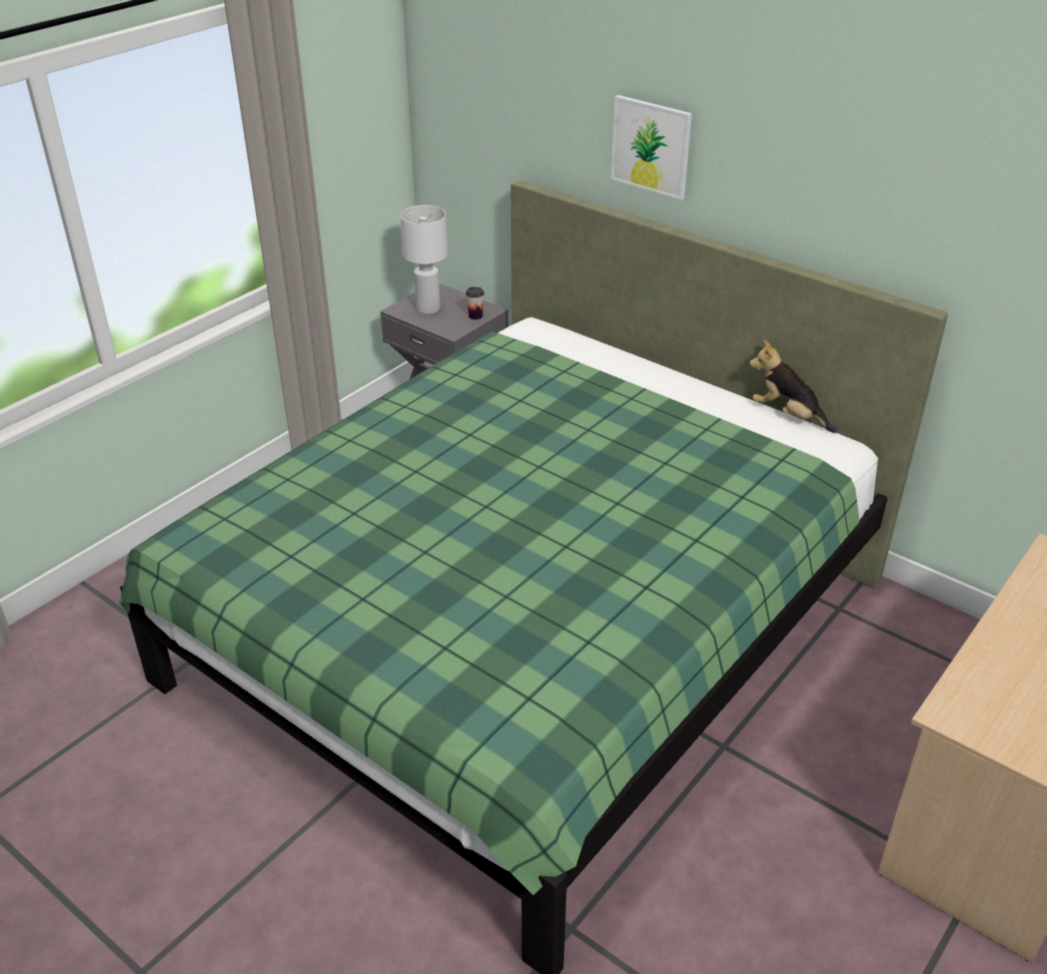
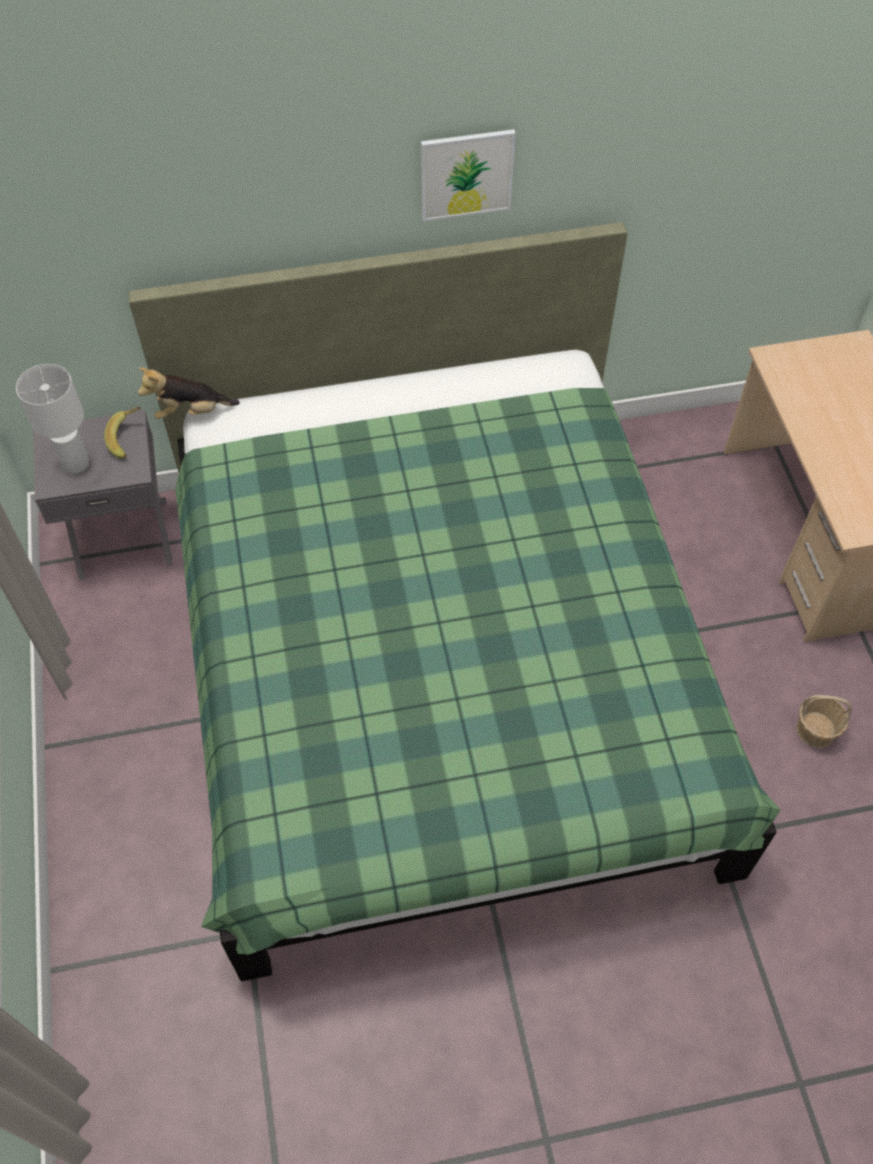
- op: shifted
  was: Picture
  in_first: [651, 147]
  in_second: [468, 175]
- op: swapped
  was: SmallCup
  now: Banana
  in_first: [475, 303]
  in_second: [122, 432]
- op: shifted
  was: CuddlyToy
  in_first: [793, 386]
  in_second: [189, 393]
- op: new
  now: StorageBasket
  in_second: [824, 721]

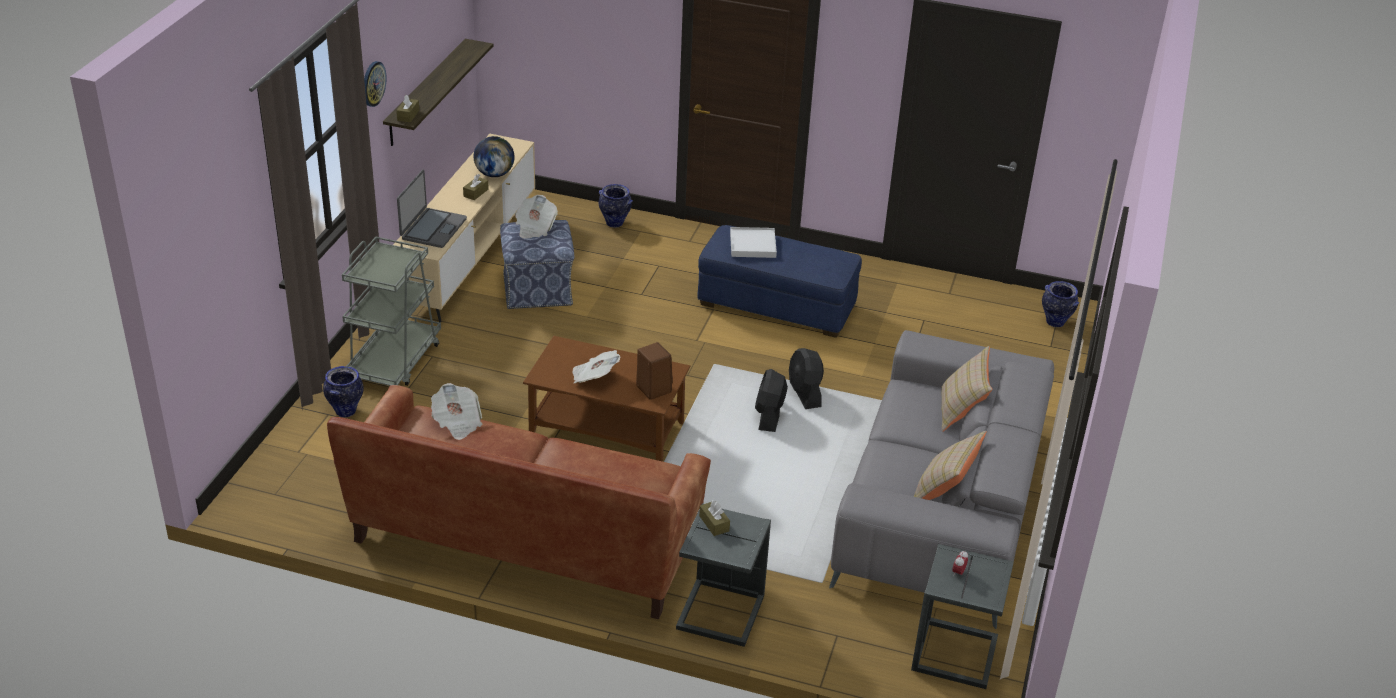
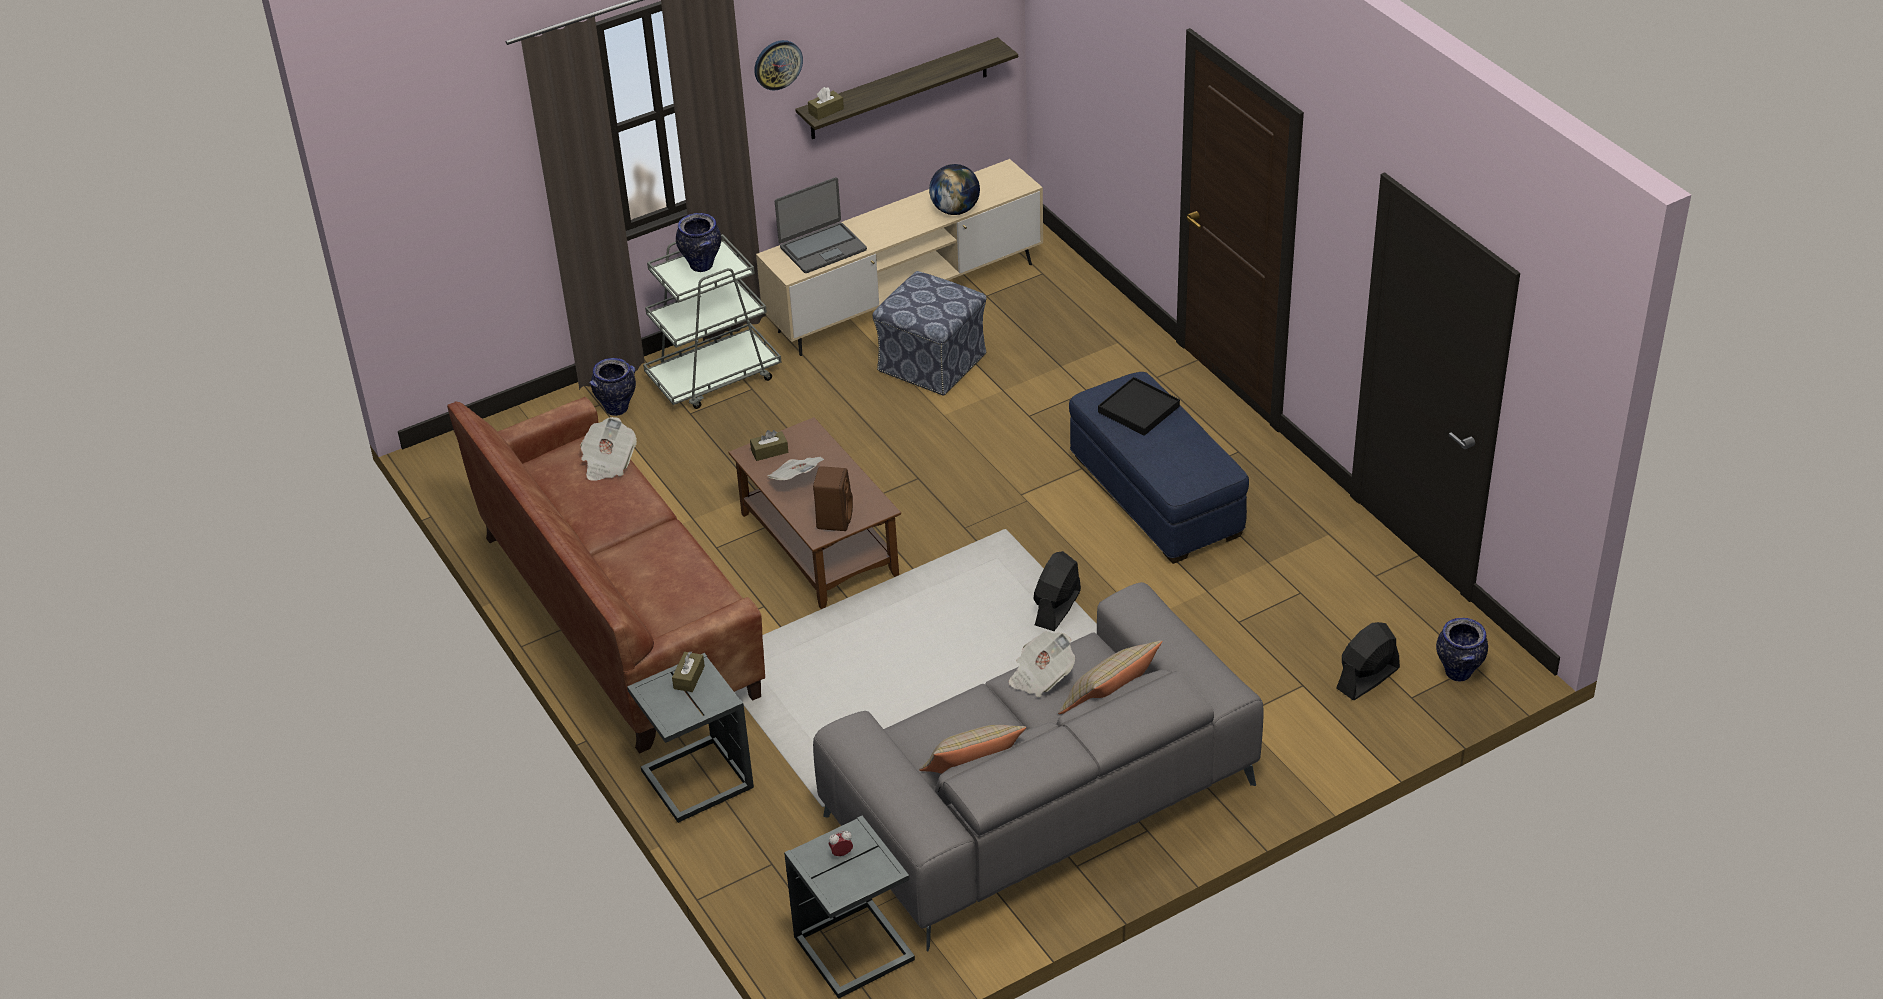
- op: shifted
  was: BrownColouredTissueHolder
  in_first: [476, 187]
  in_second: [769, 445]
- op: shifted
  was: FlowerVase
  in_first: [616, 206]
  in_second: [698, 242]
- op: shifted
  was: DailyPaper
  in_first: [536, 217]
  in_second: [1042, 664]
- op: repainted
  was: WhiteColouredTray
  now: BlackishTray
  in_first: [753, 242]
  in_second: [1139, 406]
- op: shifted
  was: BlackishCoolingFan
  in_first: [771, 400]
  in_second: [1368, 661]

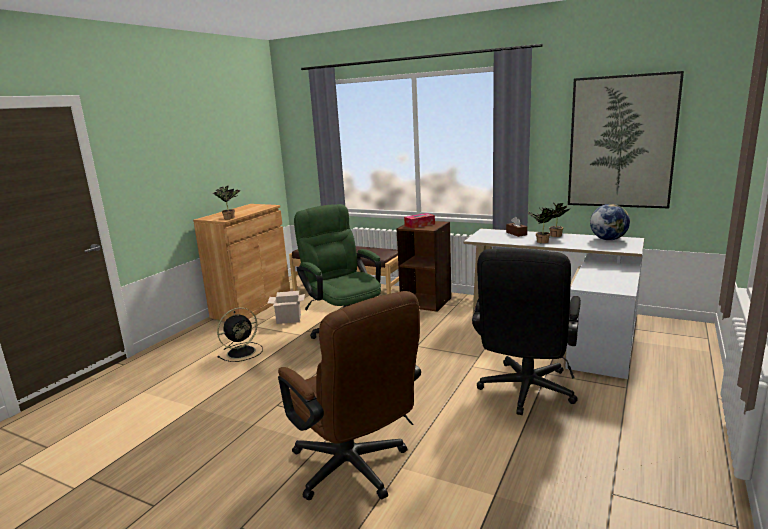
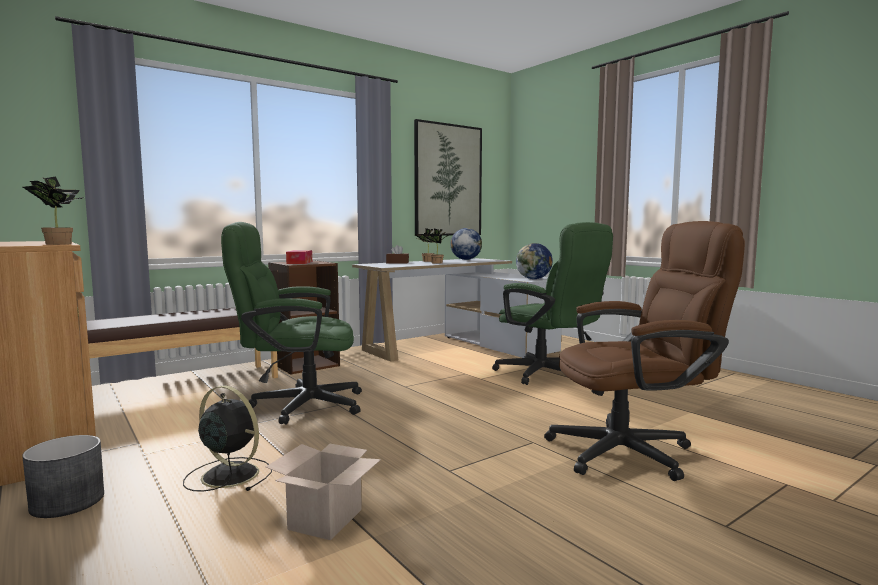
- op: repainted
  was: BlackishDeskChair
  now: GreenColouredDeskChair
  in_first: [526, 331]
  in_second: [552, 303]
- op: shifted
  was: CardboardBox
  in_first: [286, 307]
  in_second: [323, 492]
- op: rotated
  was: BlackishCoolingFan
  in_first: [240, 334]
  in_second: [227, 438]
  clockwise: -45
- op: new
  now: Globe
  in_second: [534, 261]
- op: new
  now: GreyPlanter
  in_second: [63, 476]

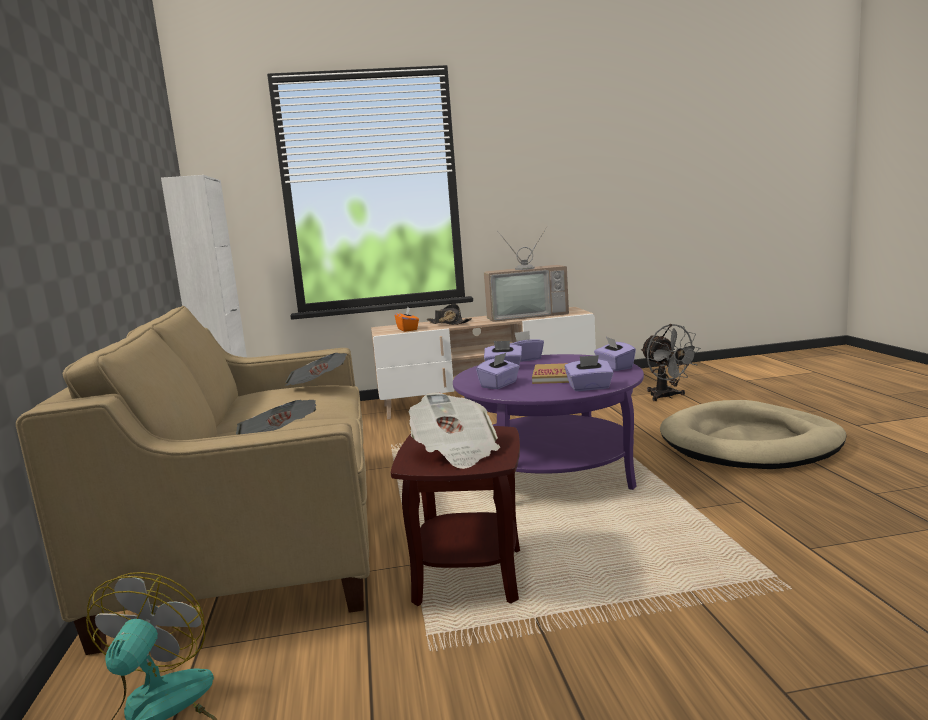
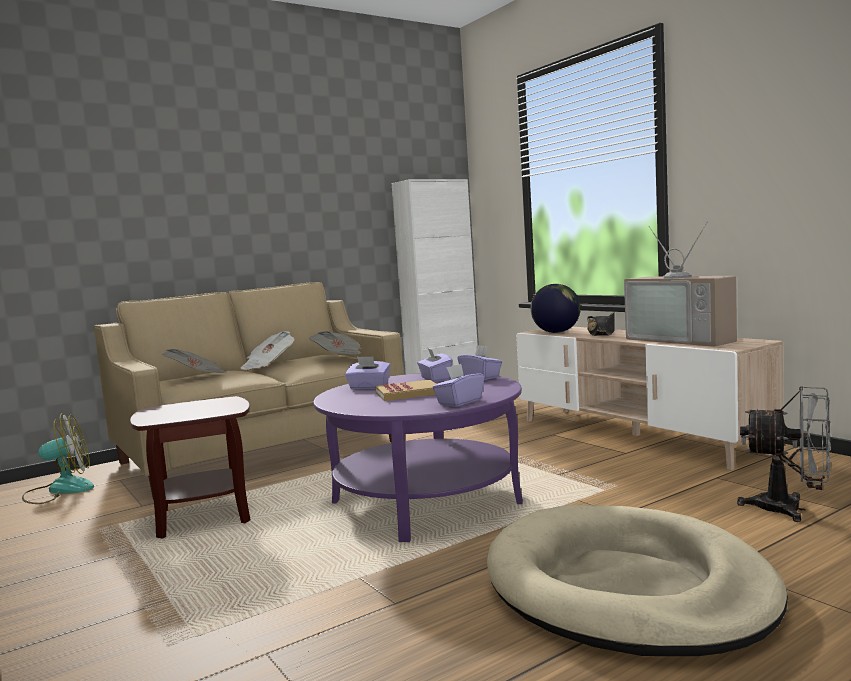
- op: swapped
  was: OrangeTissueHolder
  now: Globe
  in_first: [407, 319]
  in_second: [556, 308]
- op: rotated
  was: GreyCoolingFan
  in_first: [671, 362]
  in_second: [784, 454]
  clockwise: -105
- op: gone
  was: PurpleColouredTissueHolder
  in_first: [589, 373]
- op: shifted
  was: DailyPaper
  in_first: [454, 430]
  in_second: [268, 350]

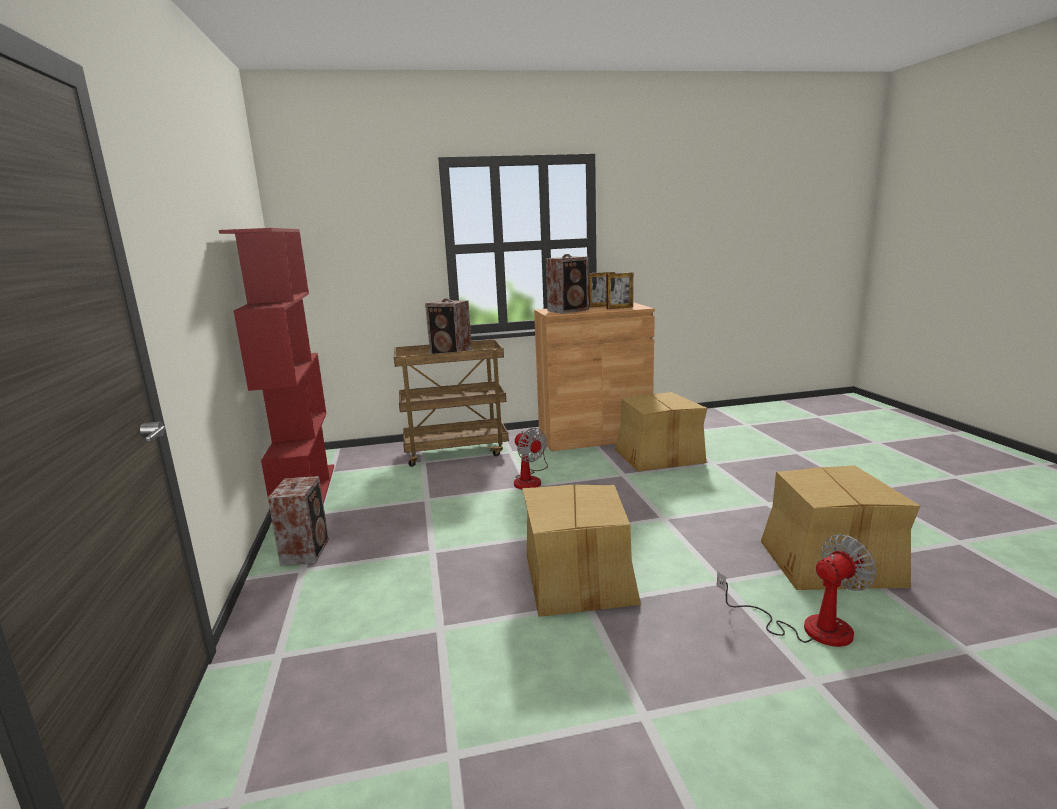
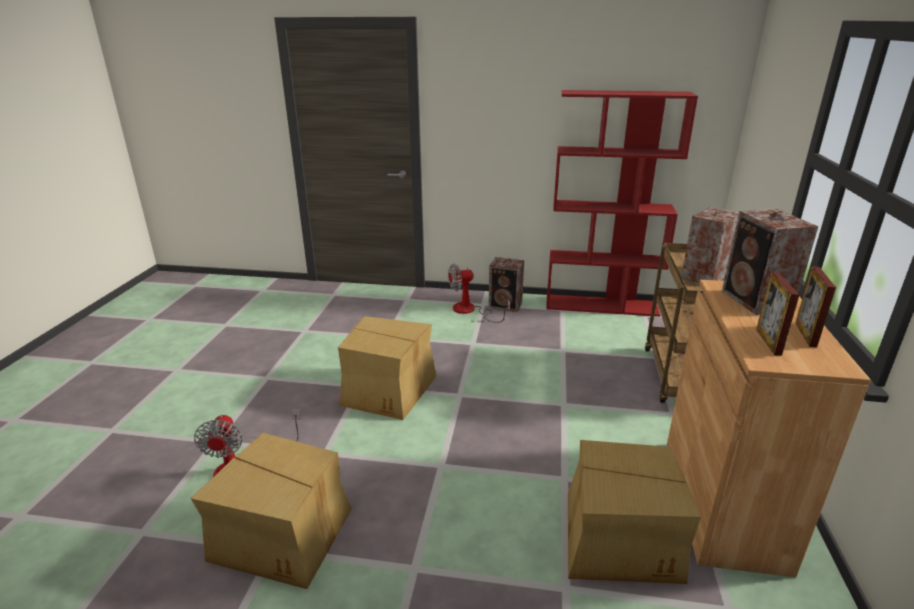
- op: shifted
  was: CoolingFan
  in_first: [531, 459]
  in_second: [479, 293]

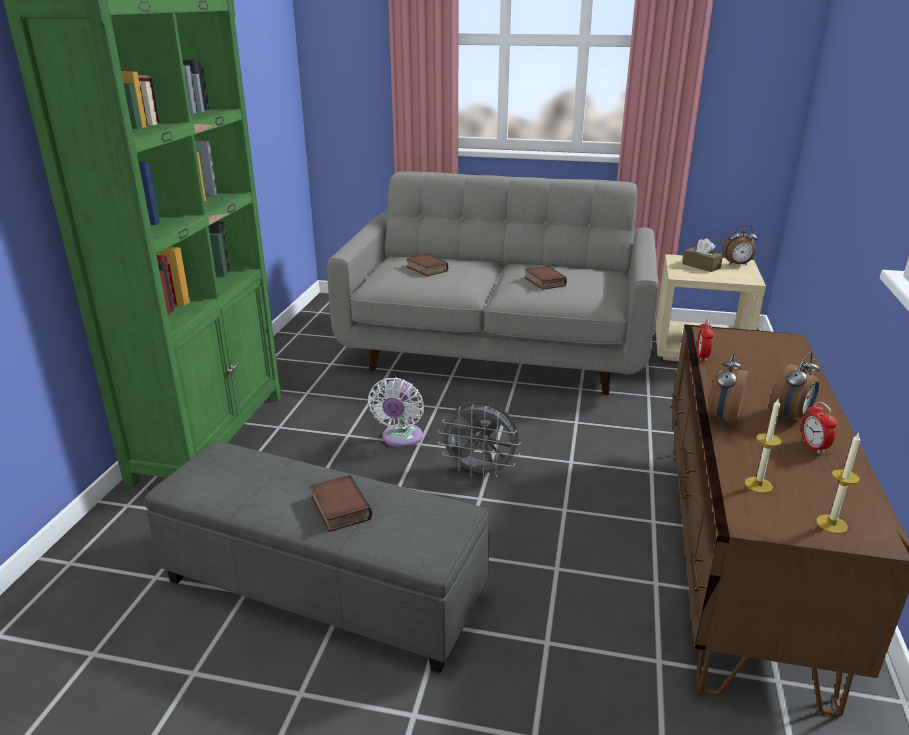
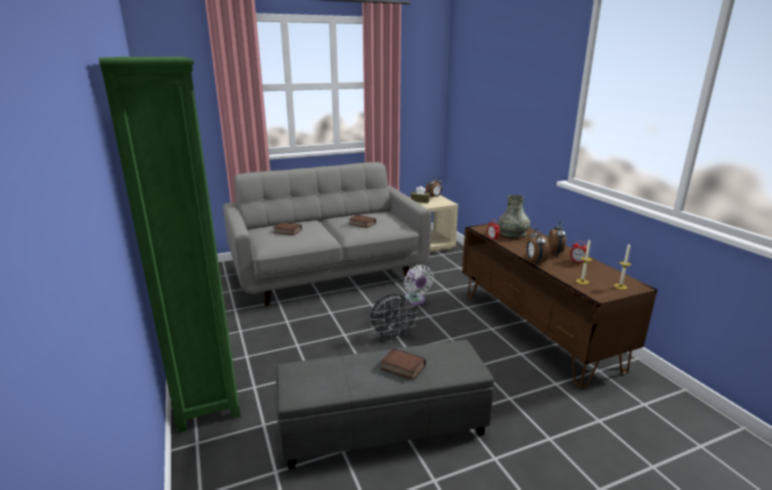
- op: shifted
  was: WhiteColouredCoolingFan
  in_first: [396, 412]
  in_second: [419, 285]
- op: new
  now: GreyFlowerVase
  in_second: [514, 216]

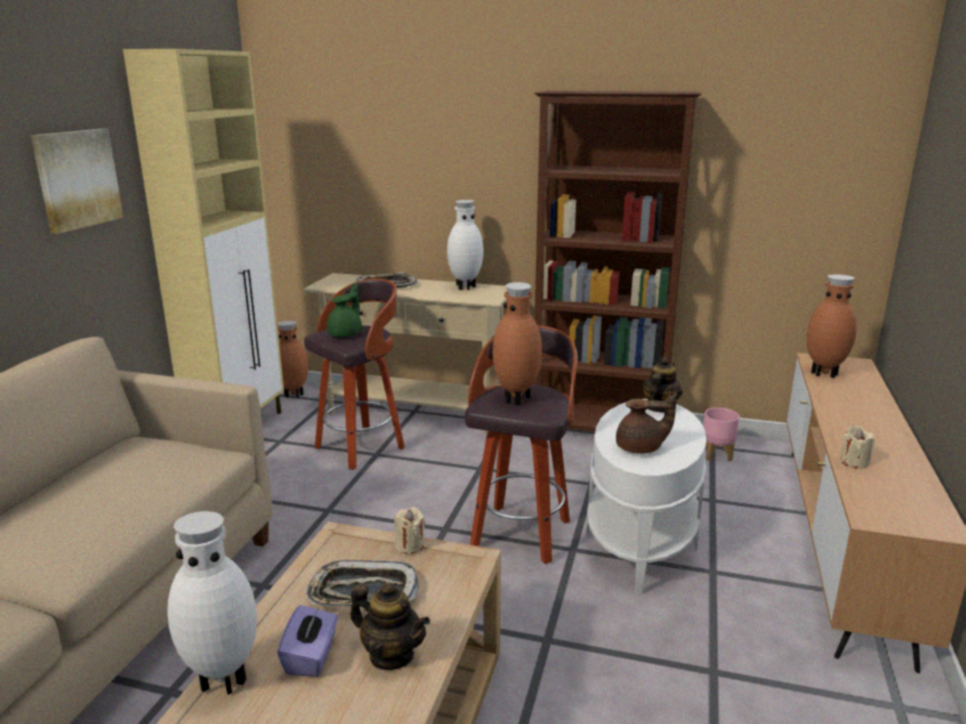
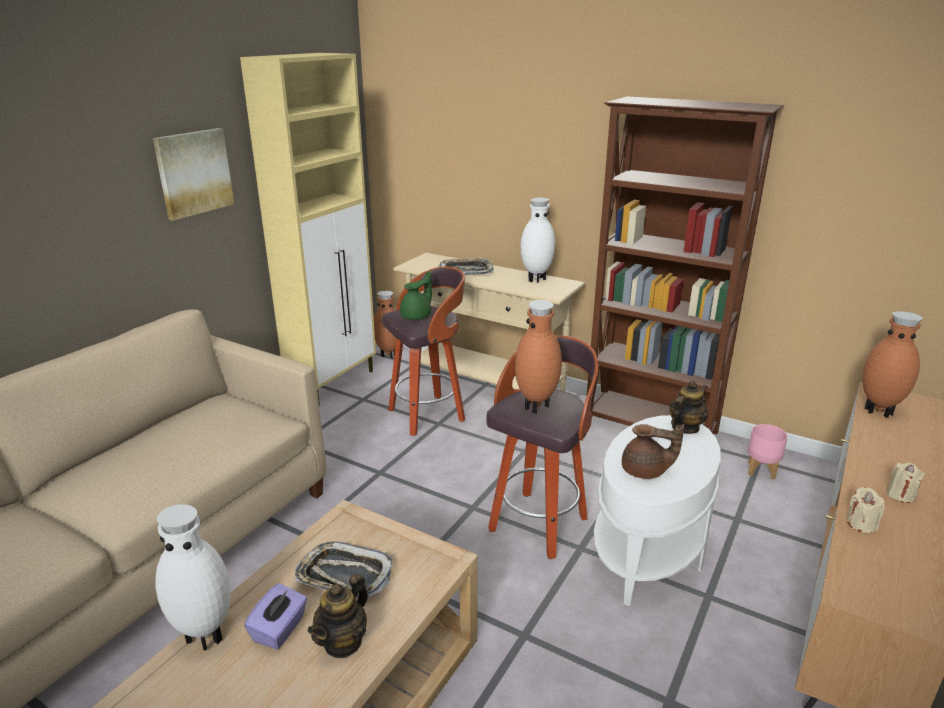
- op: shifted
  was: SandColouredCandle
  in_first: [409, 530]
  in_second: [905, 483]
- op: rotated
  was: Teapot
  in_first: [390, 626]
  in_second: [338, 616]
  clockwise: 75

